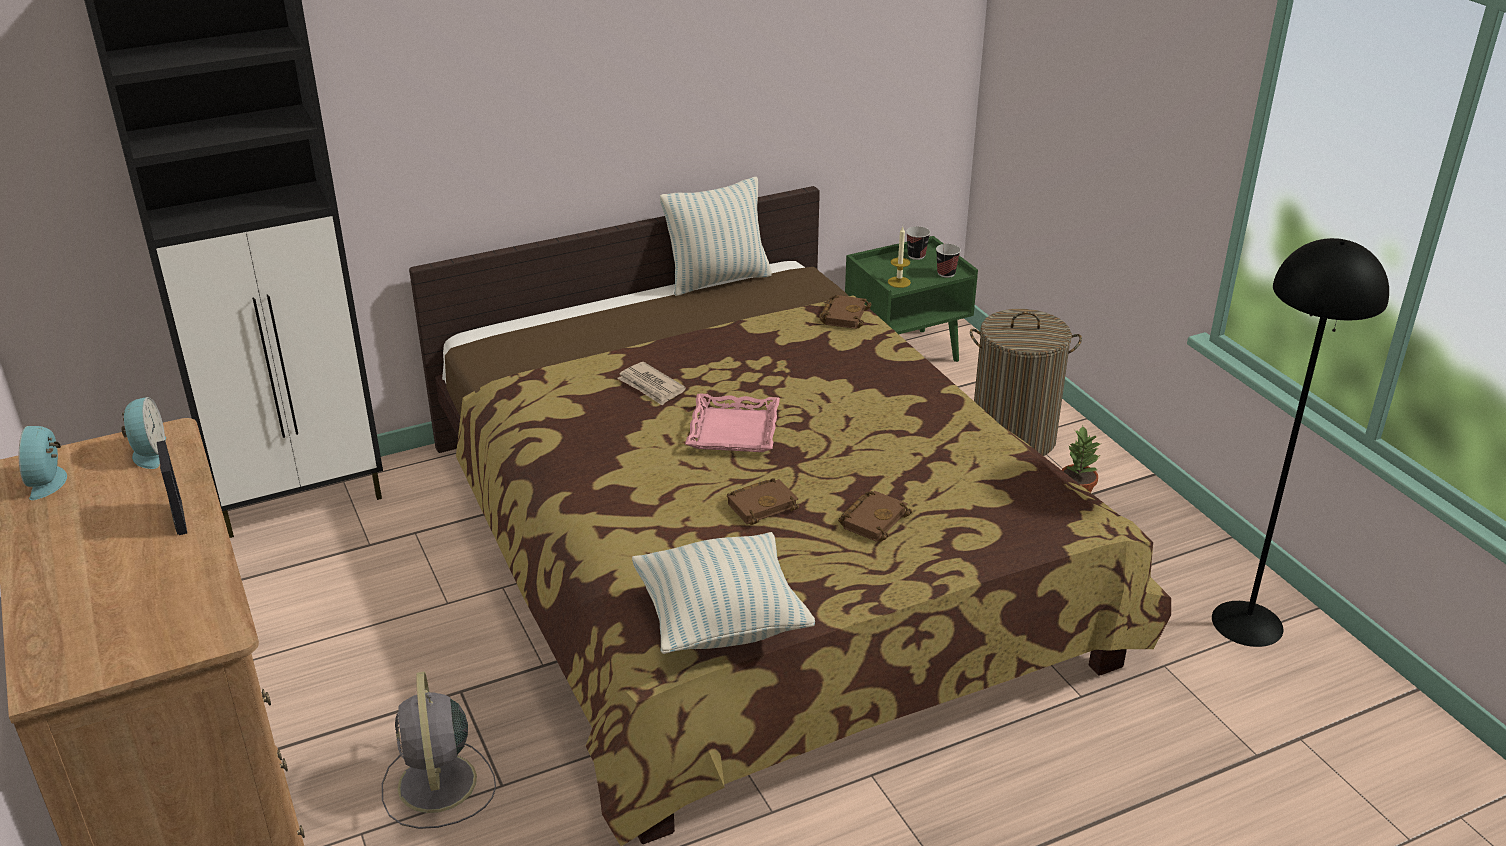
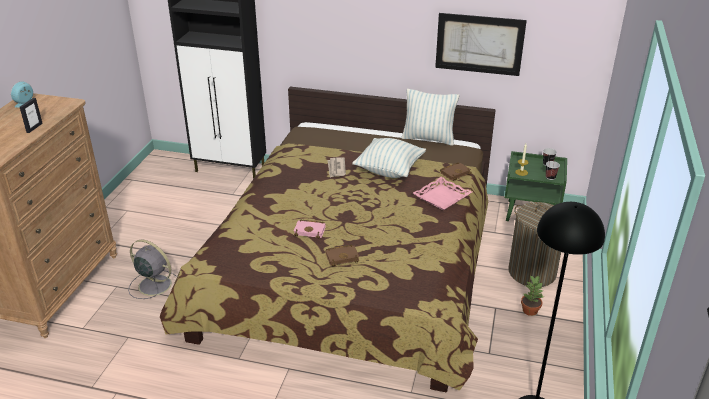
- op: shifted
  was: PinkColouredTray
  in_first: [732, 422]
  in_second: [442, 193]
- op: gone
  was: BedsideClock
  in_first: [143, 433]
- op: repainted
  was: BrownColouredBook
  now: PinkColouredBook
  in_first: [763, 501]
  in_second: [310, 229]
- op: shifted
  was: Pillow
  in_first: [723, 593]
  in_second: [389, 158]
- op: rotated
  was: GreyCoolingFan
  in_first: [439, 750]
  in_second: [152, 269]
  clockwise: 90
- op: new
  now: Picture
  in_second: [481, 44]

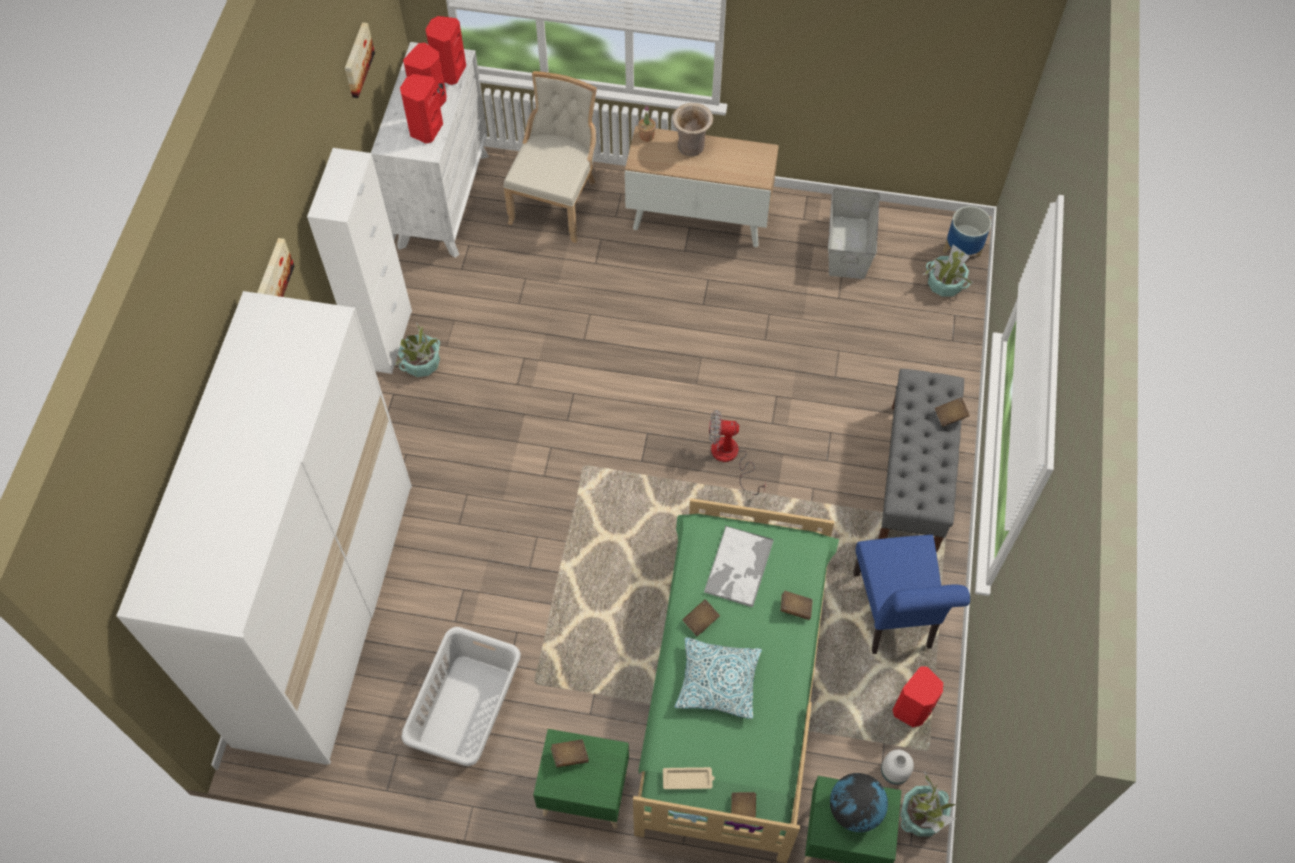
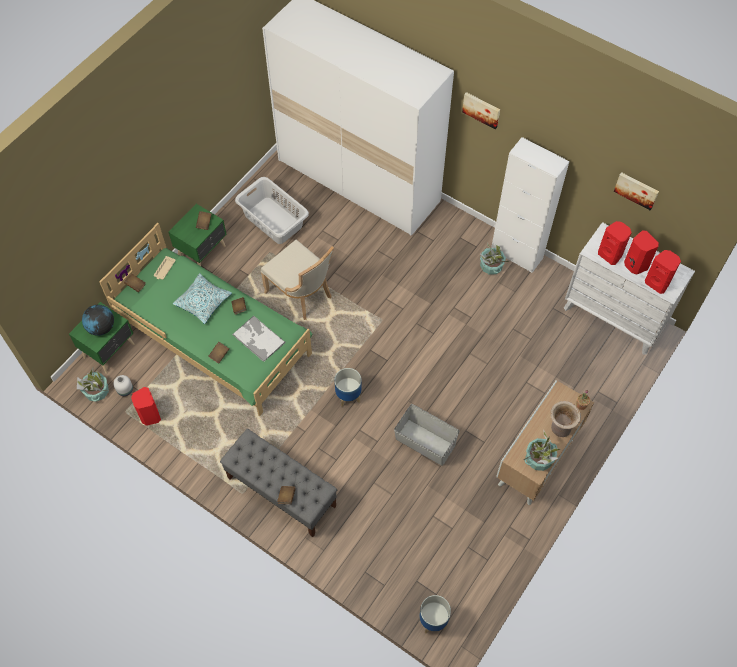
- op: shifted
  was: SandColouredChair
  in_first: [550, 157]
  in_second: [297, 280]
- op: shifted
  was: GreyStorageContainer
  in_first: [854, 233]
  in_second: [427, 435]
- op: shifted
  was: PottedPlant
  in_first: [948, 271]
  in_second: [542, 450]
- op: swapped
  was: CoolingFan
  now: Planter
  in_first: [737, 452]
  in_second: [348, 387]
- op: gone
  was: BluishChair
  in_first: [911, 594]

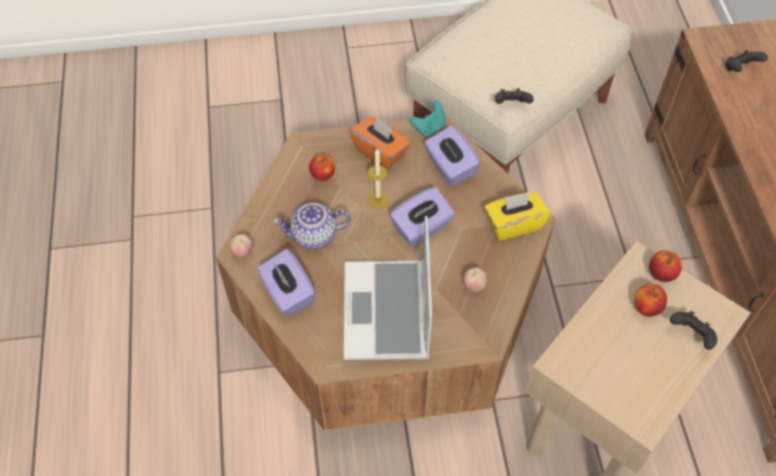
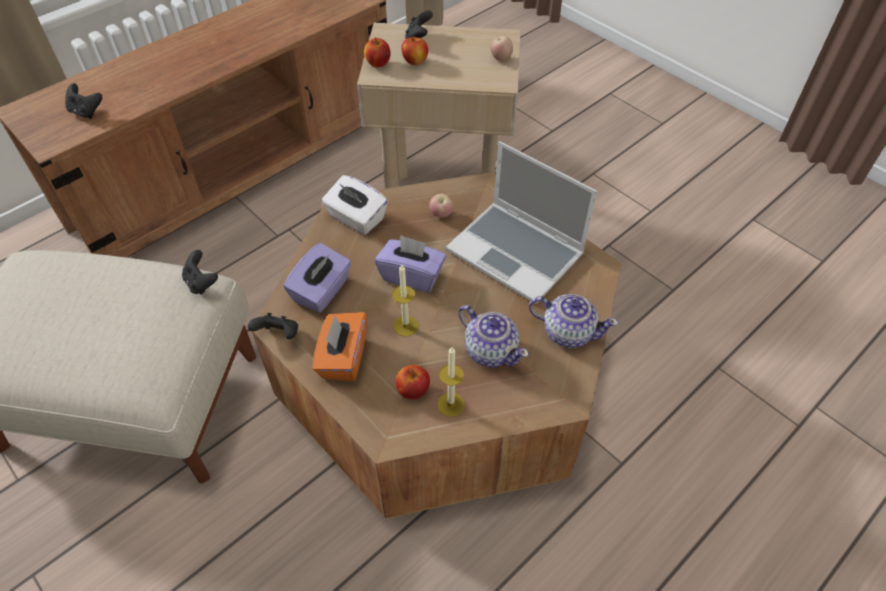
- op: repainted
  was: BlueGreenGameController
  now: BlackishGameController
  in_first: [427, 119]
  in_second: [273, 326]
- op: repainted
  was: YellowishTissueHolder
  now: WhiteColouredTissueHolder
  in_first: [517, 216]
  in_second: [355, 205]
- op: rotated
  was: PortableComputer
  in_first: [388, 288]
  in_second: [521, 222]
  clockwise: 75
- op: shifted
  was: WholeApple
  in_first: [241, 246]
  in_second: [502, 48]
- op: swapped
  was: PurpleColouredTissueHolder
  now: Teapot
  in_first: [286, 282]
  in_second: [573, 321]
- op: new
  now: Candle
  in_second: [451, 382]

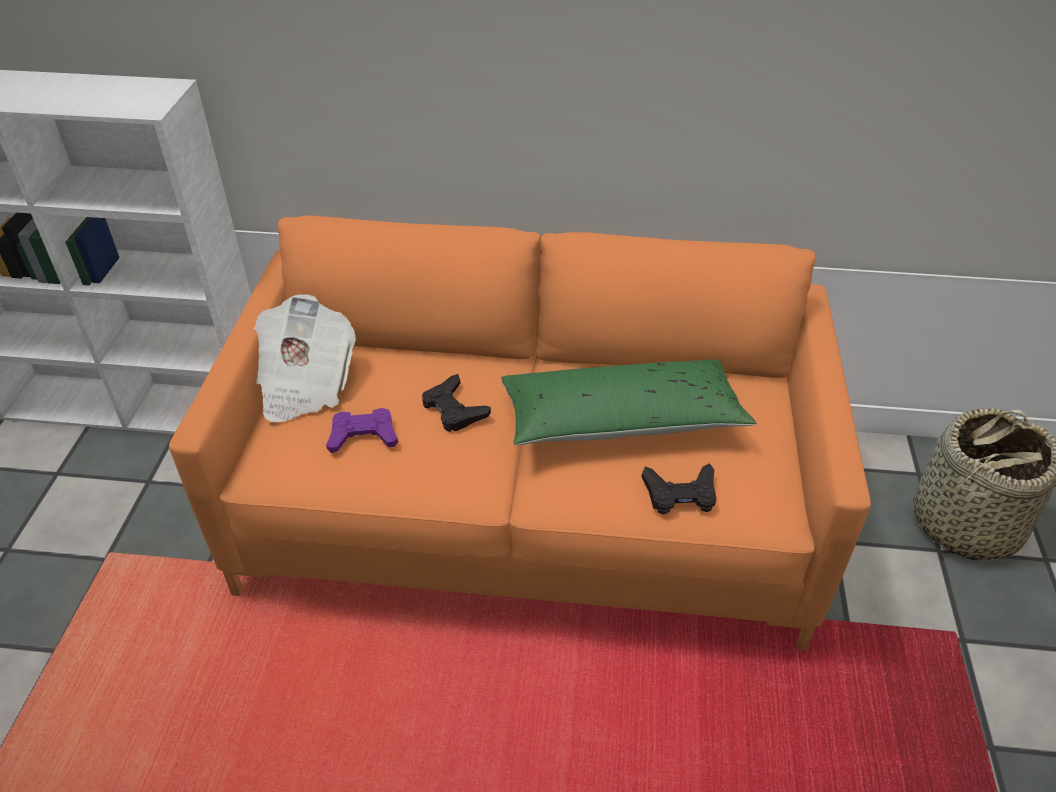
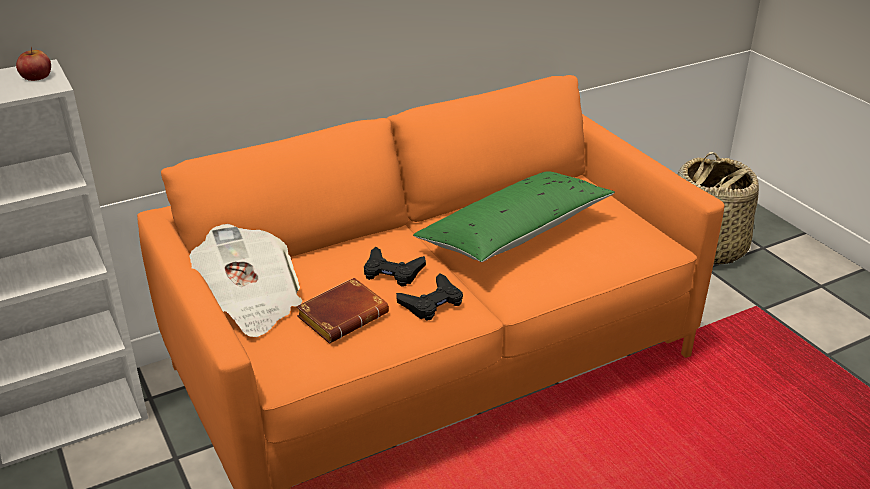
- op: swapped
  was: PurpleColouredGameController
  now: BrownColouredBook
  in_first: [362, 430]
  in_second: [342, 310]
- op: shifted
  was: BlackishGameController
  in_first: [679, 488]
  in_second: [429, 297]
- op: new
  now: WholeApple
  in_second: [33, 64]

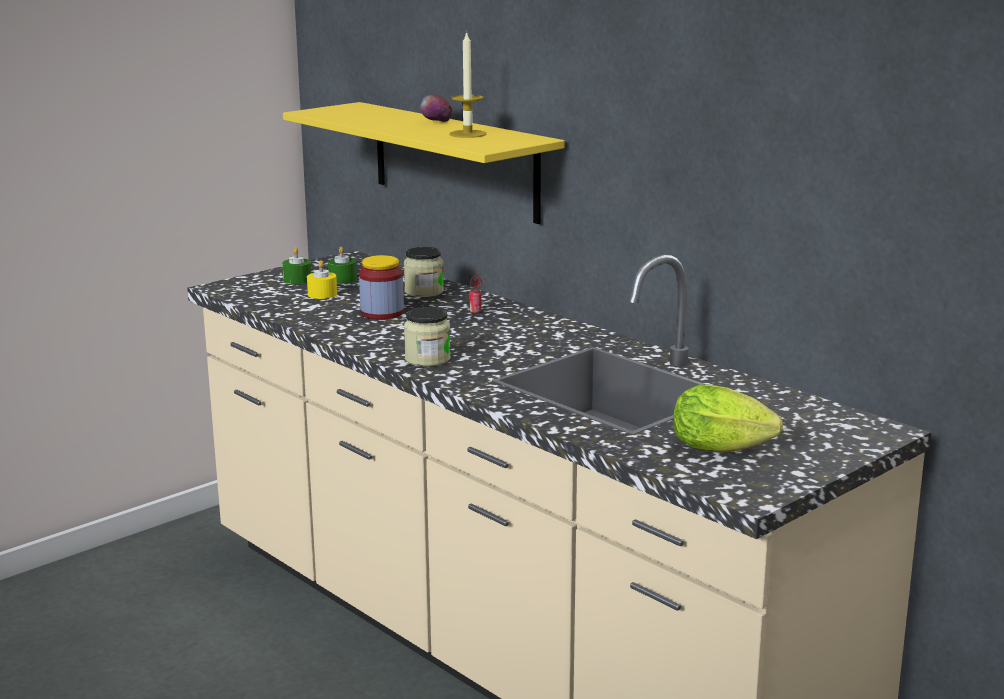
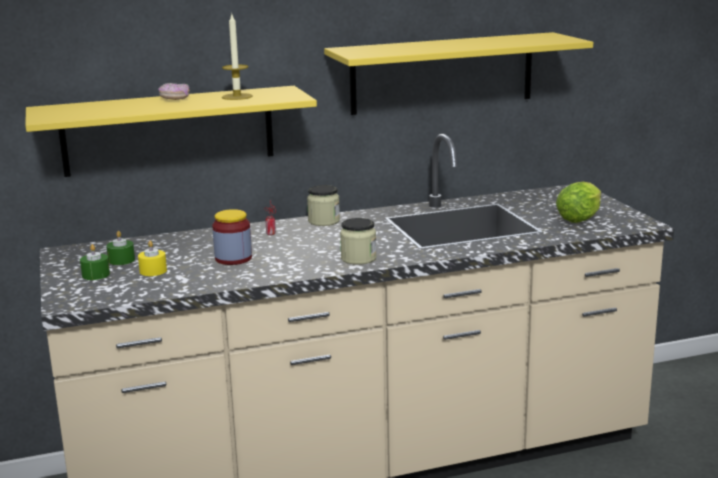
- op: swapped
  was: WholeApple
  now: RingDoughnut
  in_first: [436, 108]
  in_second: [174, 91]
- op: shifted
  was: StorageJar
  in_first: [424, 272]
  in_second: [323, 205]
- op: new
  now: YellowishShelf
  in_second: [458, 73]

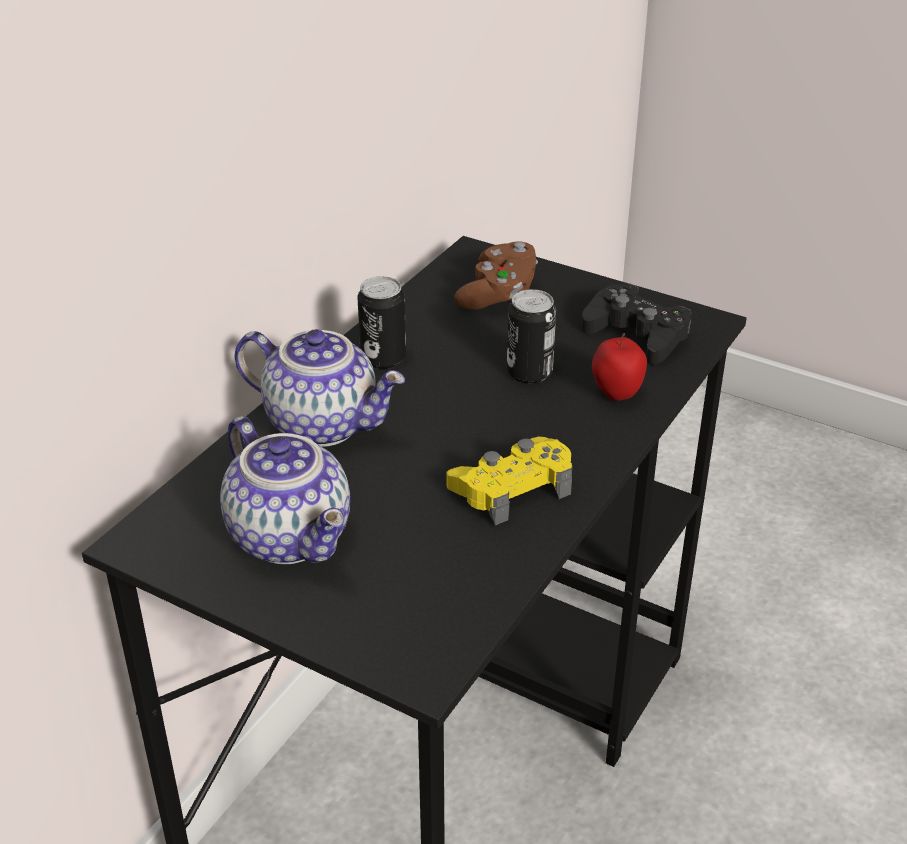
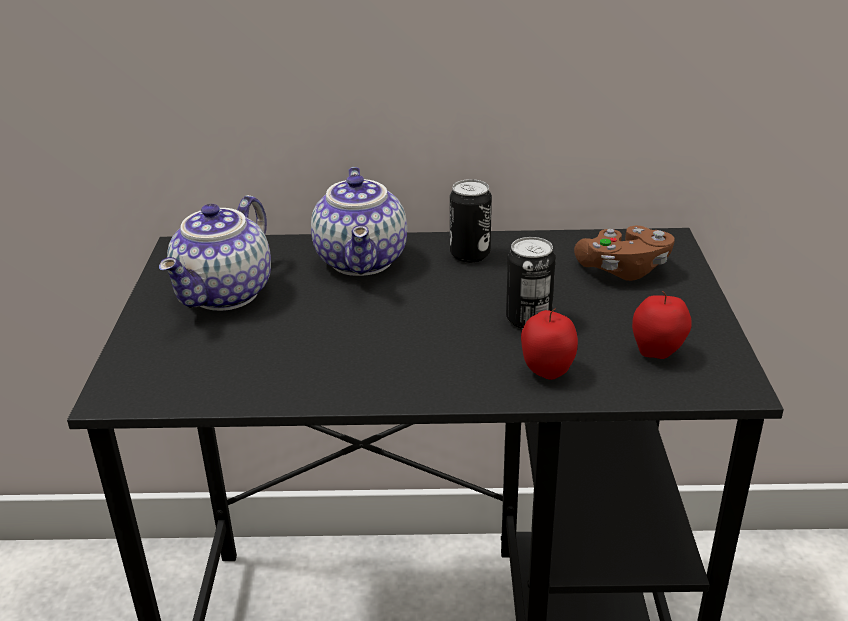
- op: swapped
  was: BlackishGameController
  now: WholeApple
  in_first: [636, 324]
  in_second: [662, 325]
- op: gone
  was: YellowishGameController
  in_first: [509, 481]

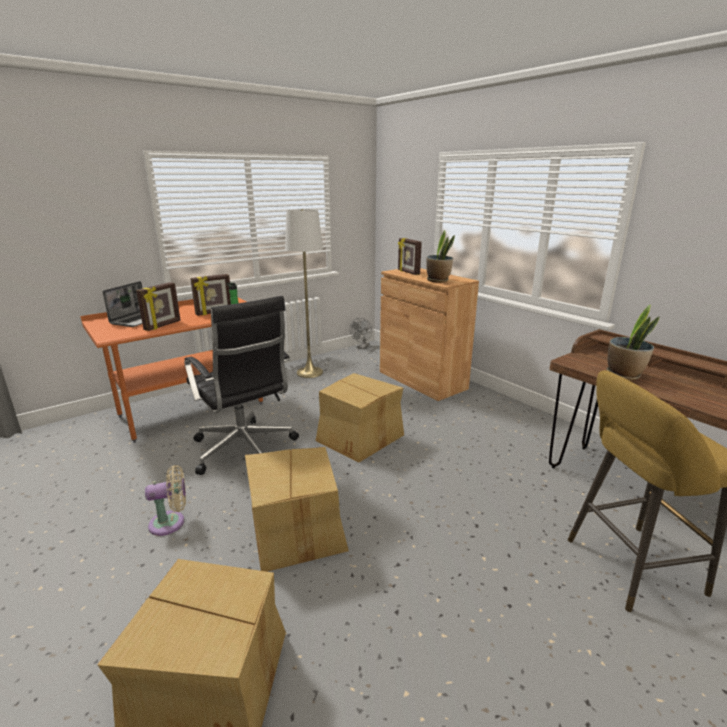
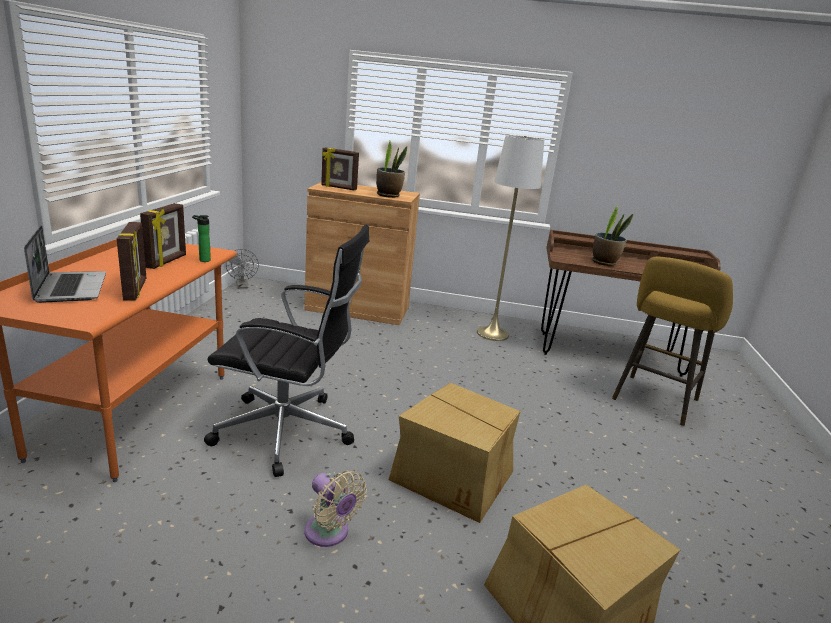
- op: shifted
  was: WhiteColouredStandingLamp
  in_first: [304, 293]
  in_second: [510, 238]
- op: gone
  was: CardboardBox
  in_first: [359, 418]
- op: rotated
  was: SandColouredCoolingFan
  in_first: [165, 500]
  in_second: [335, 509]
  clockwise: 105

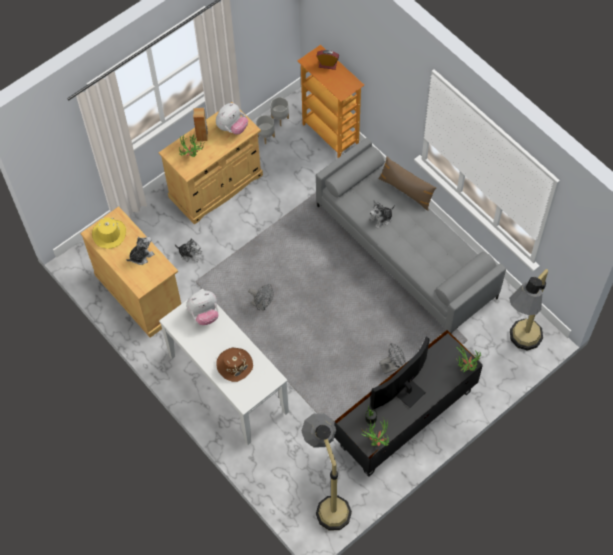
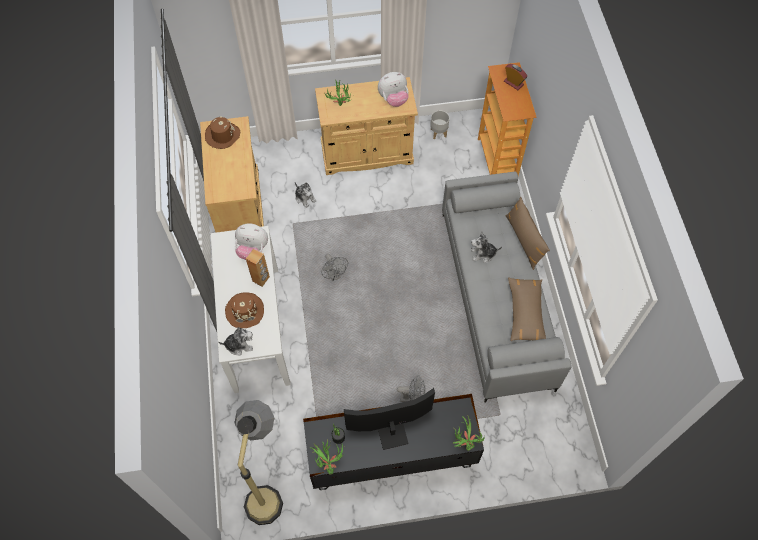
- op: gone
  was: GreyPlanter
  in_first: [279, 111]
- op: shifted
  was: BrownColouredSpeaker
  in_first: [200, 124]
  in_second: [258, 268]
- op: repainted
  was: YellowishClothingHat
  now: BrownColouredClothingHat
  in_first: [109, 233]
  in_second: [222, 132]
- op: shifted
  was: CuddlyToy
  in_first: [140, 251]
  in_second: [235, 341]
- op: gone
  was: StandingLamp
  in_first: [528, 310]
- op: new
  now: BrownColouredPillow
  in_second: [527, 309]

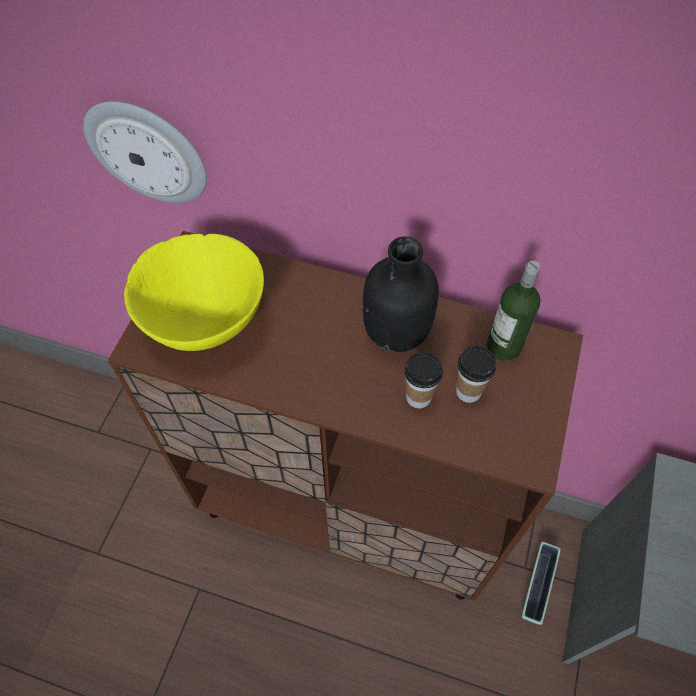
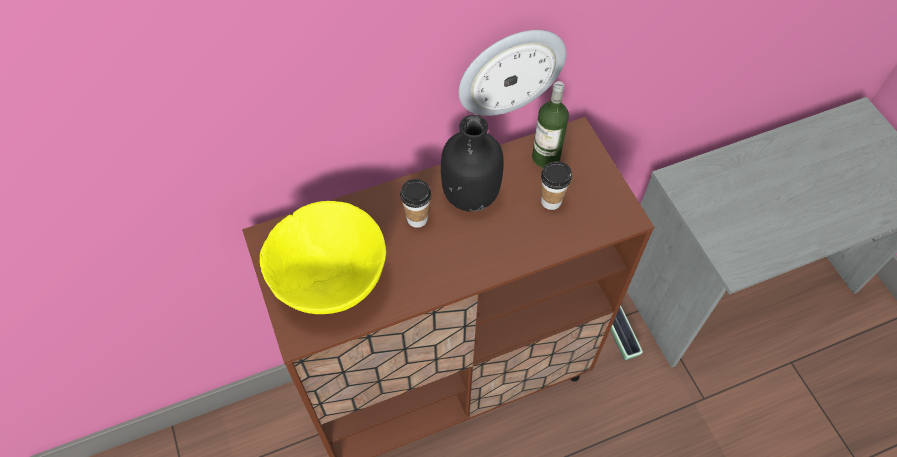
- op: shifted
  was: HangingClock
  in_first: [145, 152]
  in_second: [512, 73]
- op: shifted
  was: SmallCup
  in_first: [423, 379]
  in_second: [415, 203]

